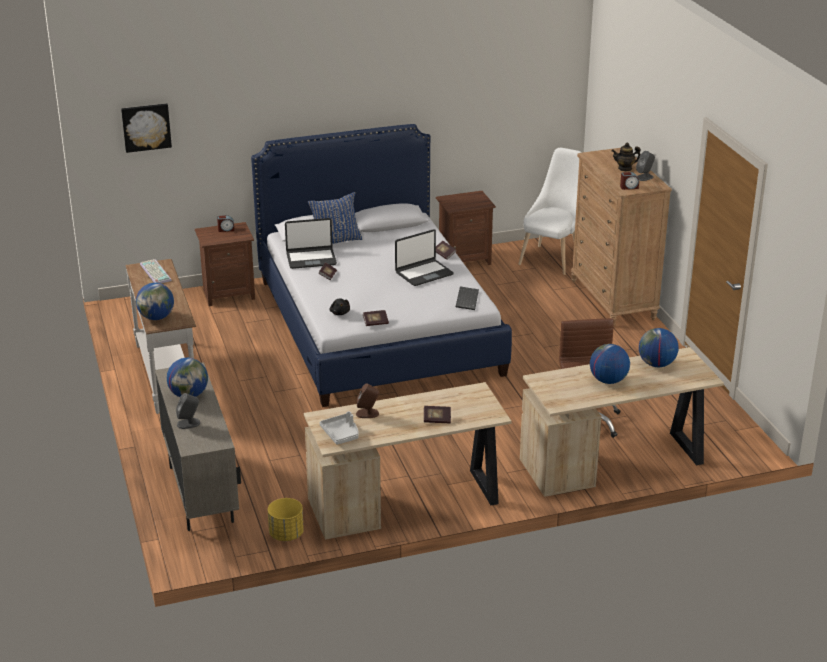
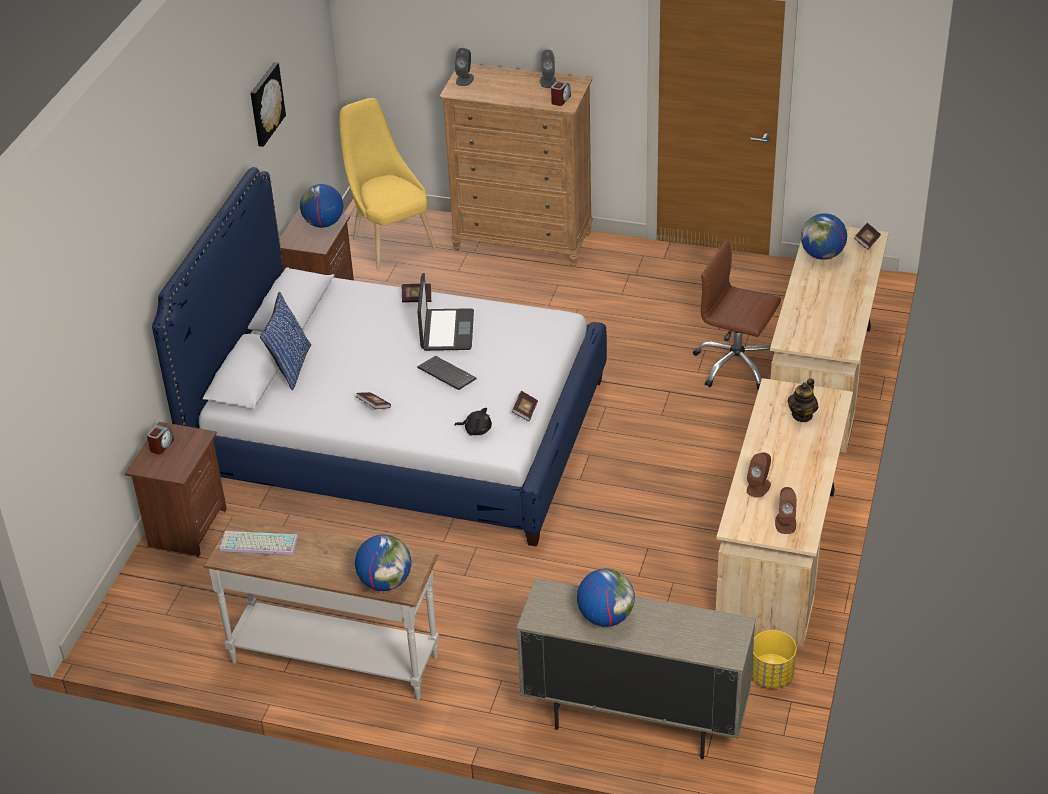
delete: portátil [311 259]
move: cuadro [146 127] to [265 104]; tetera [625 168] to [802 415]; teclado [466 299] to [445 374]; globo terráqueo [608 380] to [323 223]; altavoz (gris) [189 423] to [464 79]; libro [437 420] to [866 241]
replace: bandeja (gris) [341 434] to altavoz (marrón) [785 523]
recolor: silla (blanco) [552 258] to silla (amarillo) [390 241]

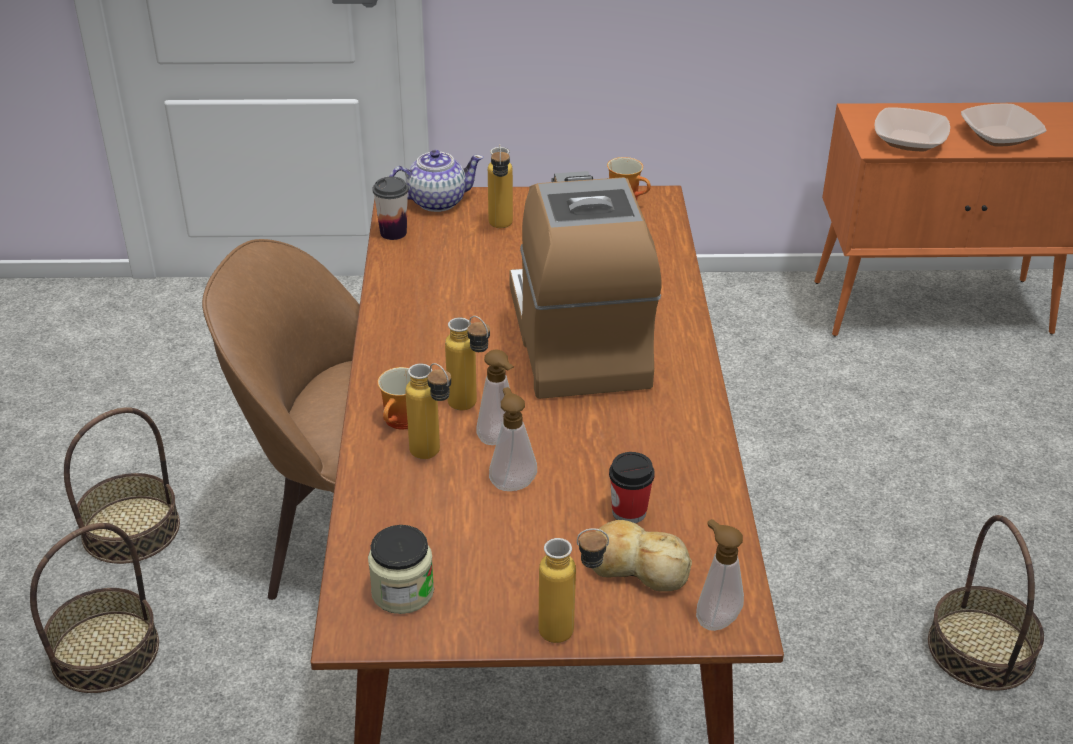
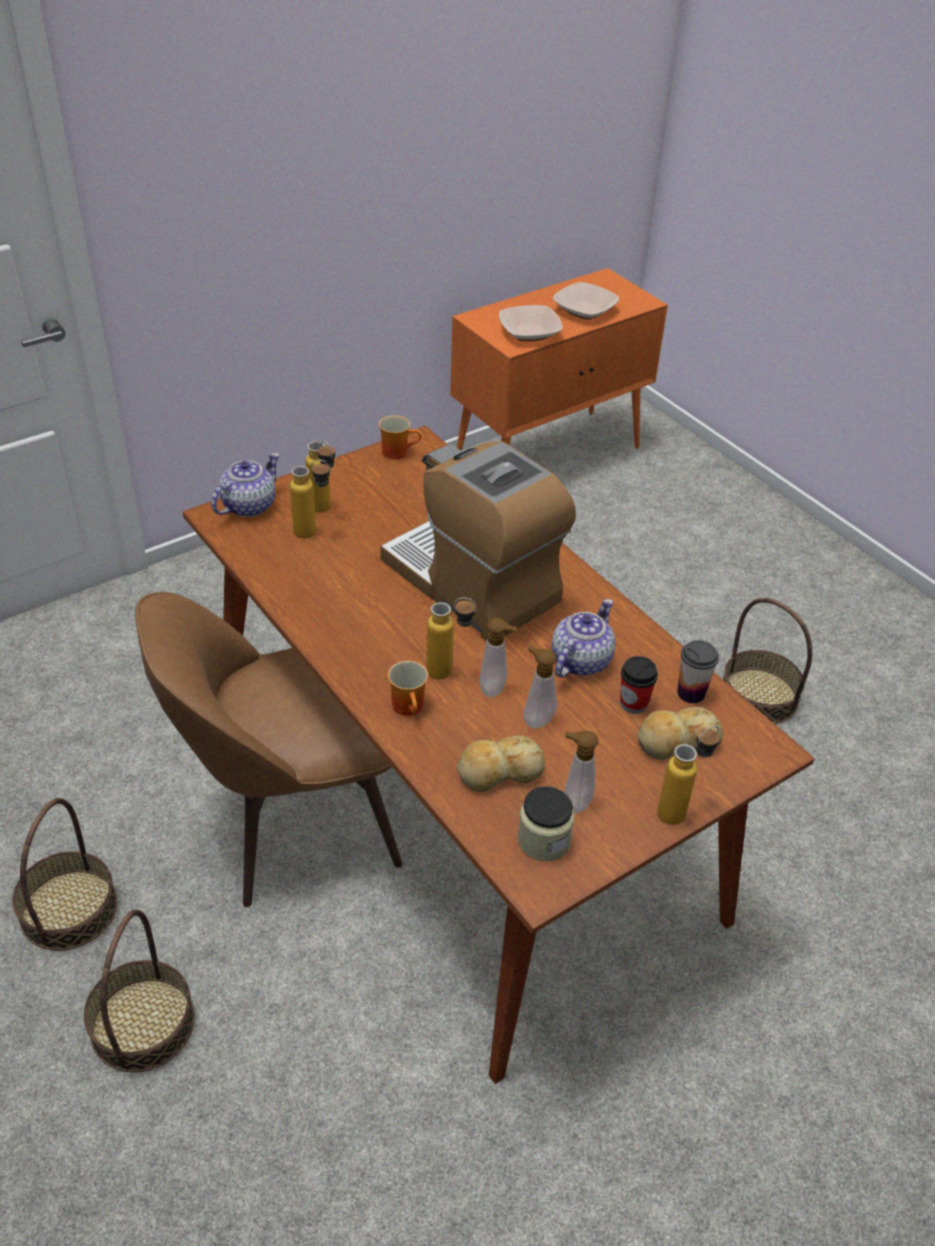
insert: tetera [579 661]; pan [499 771]
move: taza [393 232] to [691 693]; botella [433 457] to [314 534]; dispensador de jabón [715 618] to [574 801]

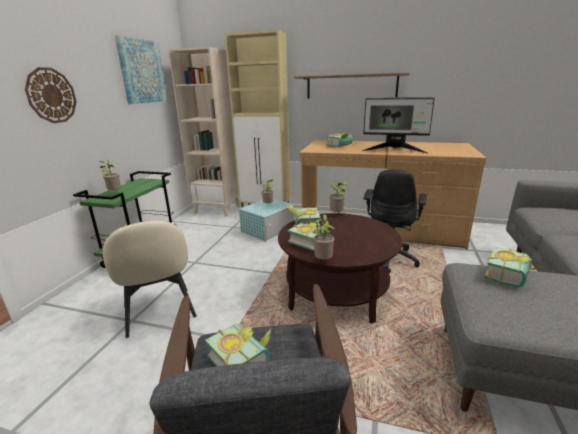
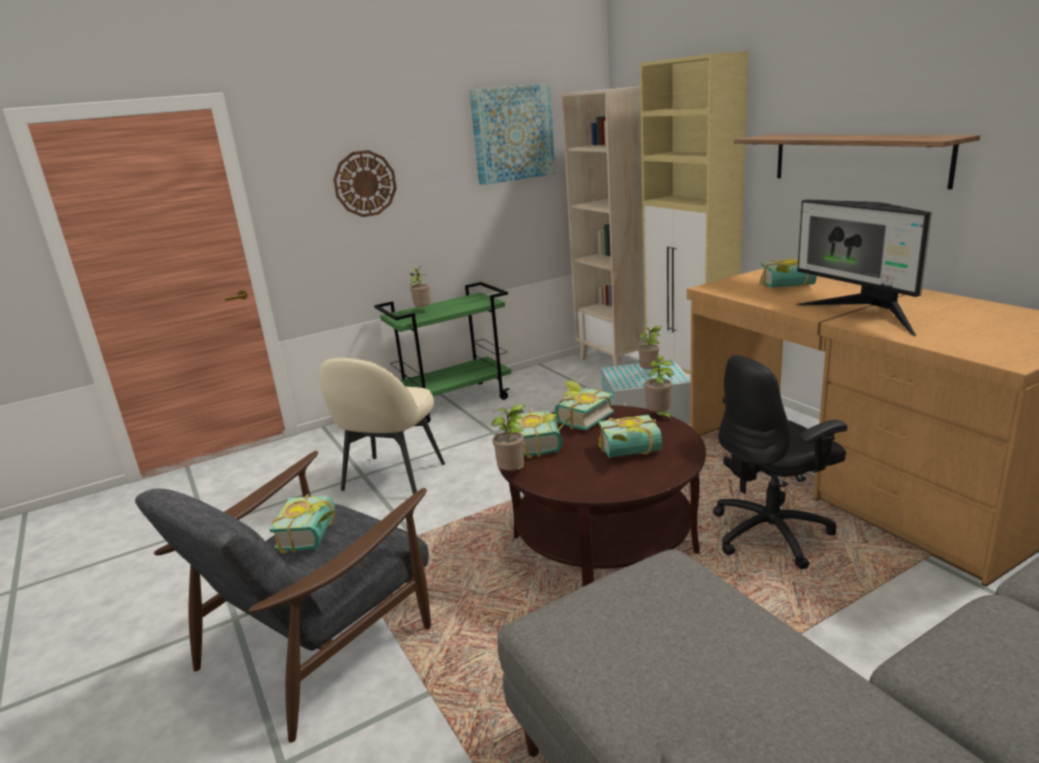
move: libro [511 278] to [631 453]

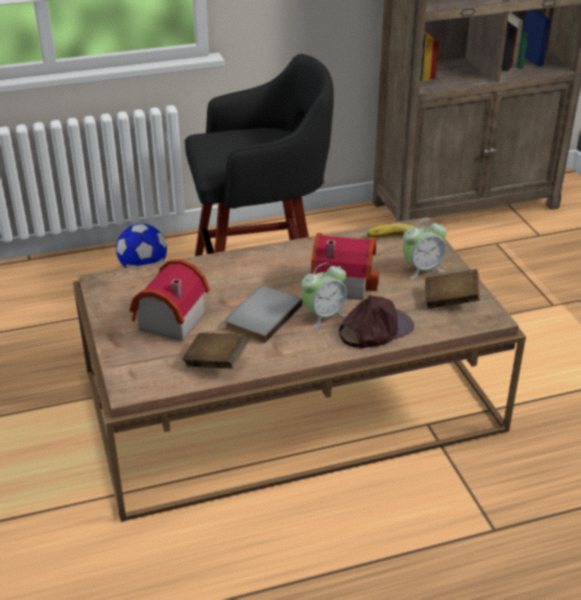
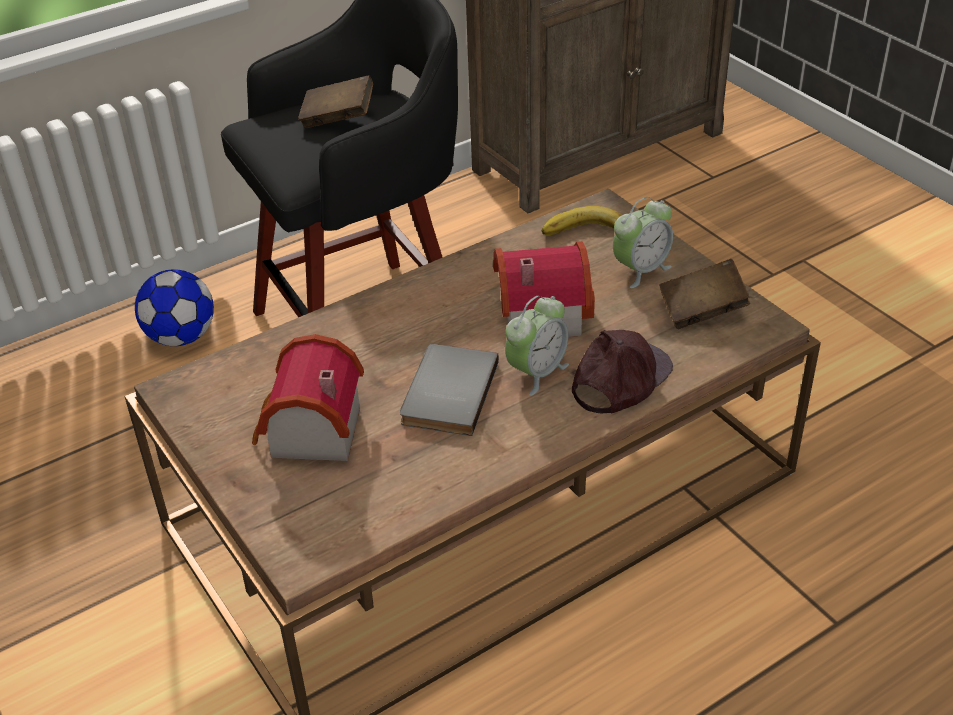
move: libro (marrón) [216 362] to [338 119]

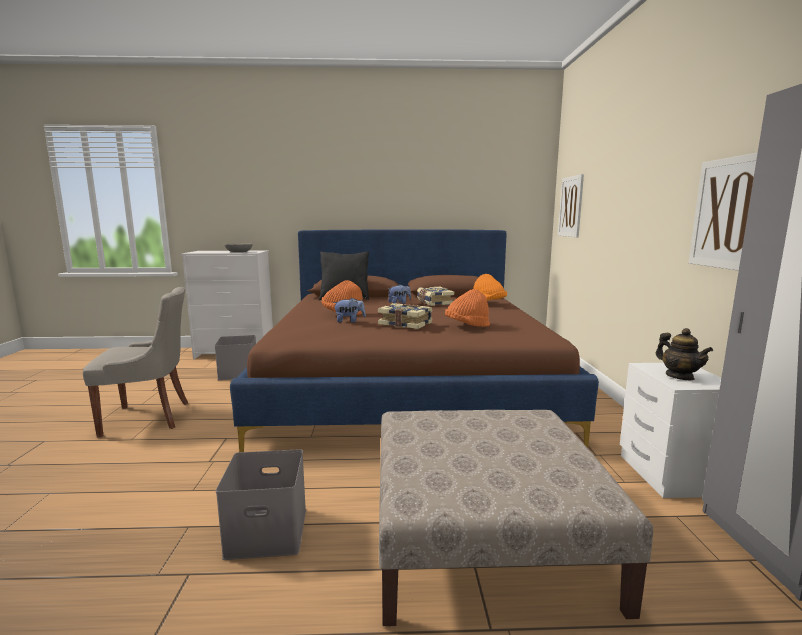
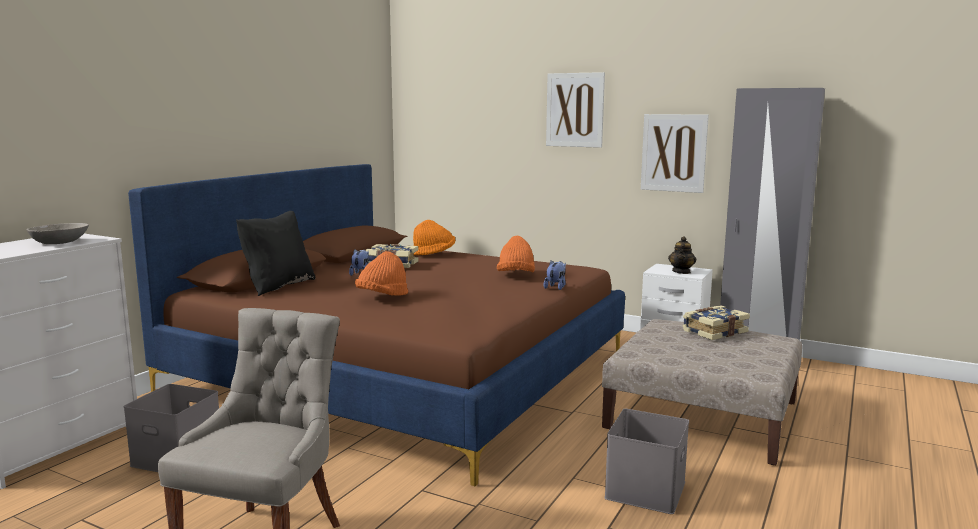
move: cuadro [570 206] to [575 110]; peluche [349 321] to [556 287]; libro [405 324] to [714 332]
rotate: tetera [679 376] = [681 272] 105 degrees clockwise

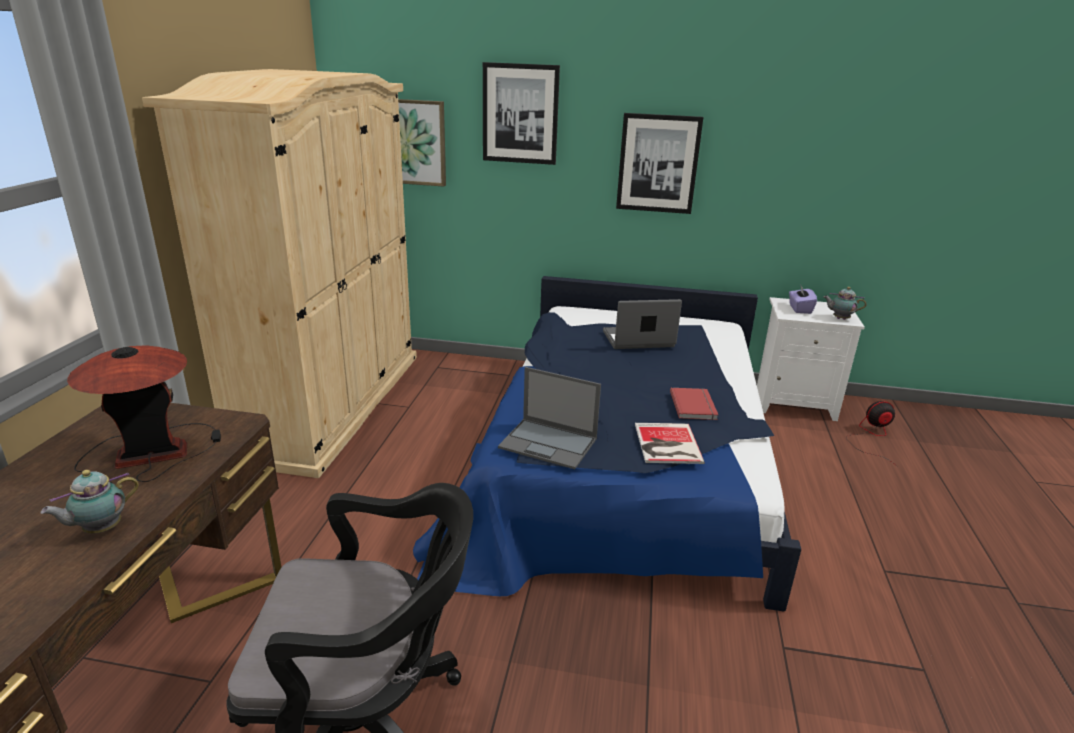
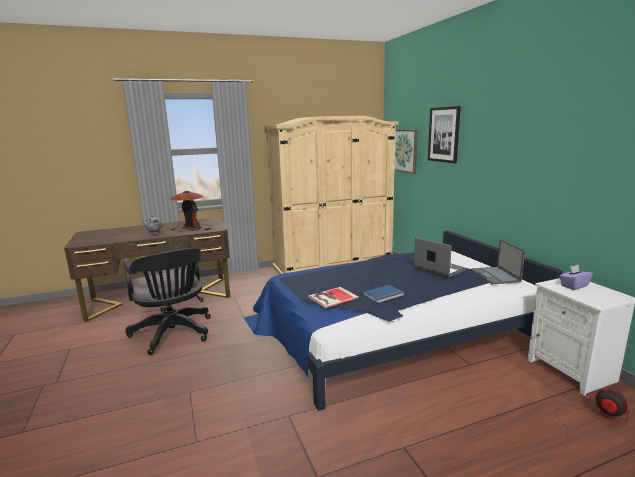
delete: cuadro [658 163]; tetera [839 318]
move: portátil [549 443] to [495 276]
recolor: libro (rojo) [694 405] to libro (azul) [384 295]

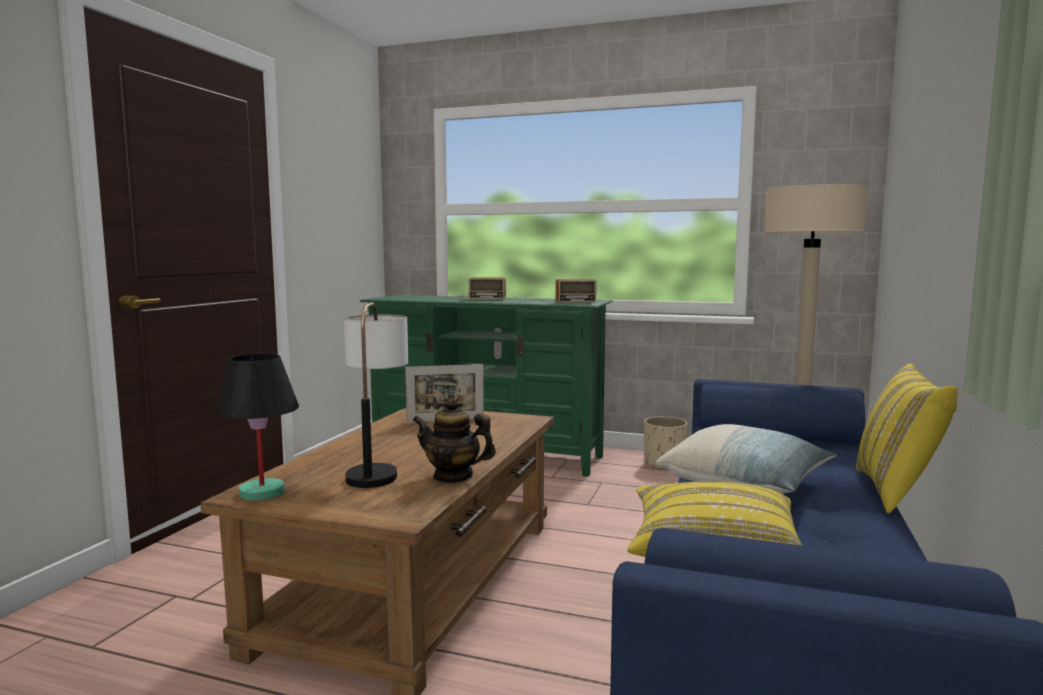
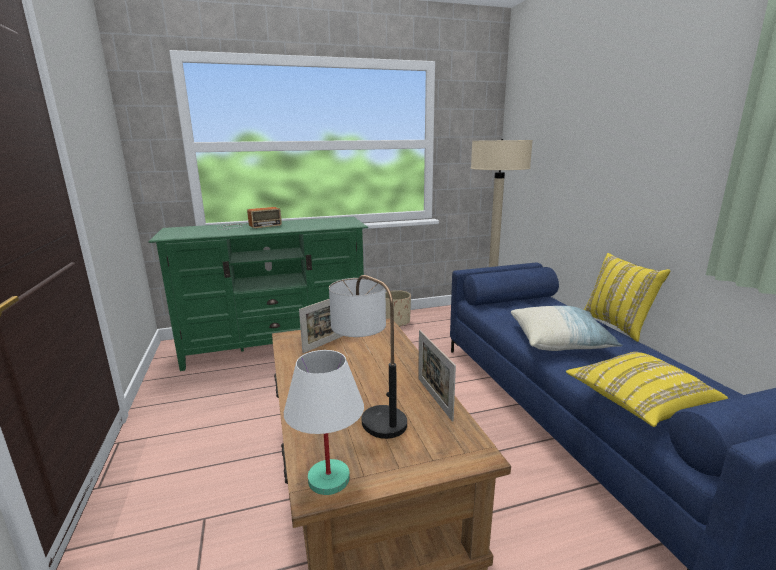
delete: radio [553 301]
replace: tetera [453 476] to portarretratos [434 398]
recolor: lámpara de mesa (negro) [262 492] to lámpara de mesa (blanco) [330 479]

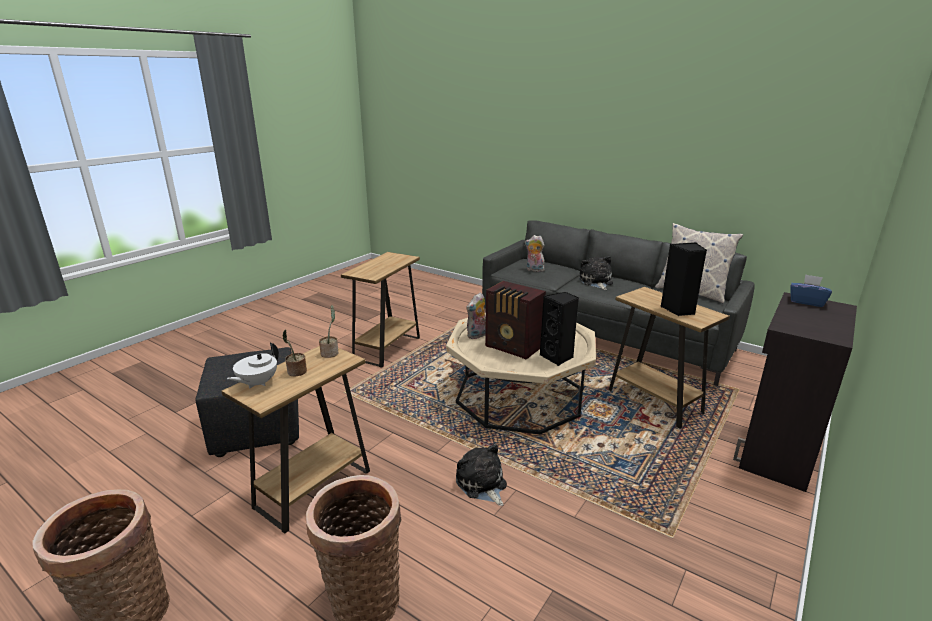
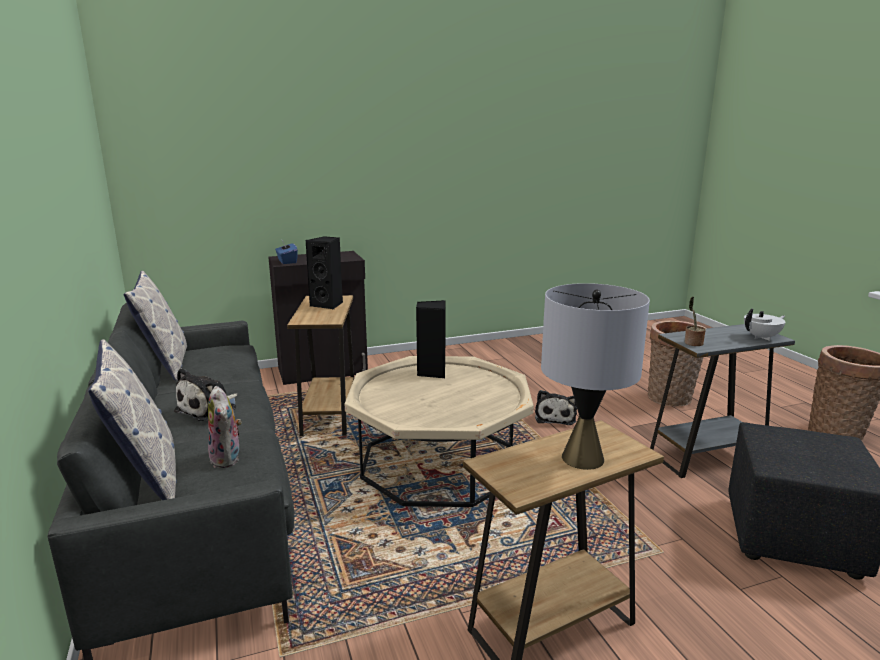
delete: radio [514 348]; peluche [477 335]; planta en maceta [296 372]
insert: lámpara de mesa (gris) [583 458]; cojín [146 478]
recolor: mesa auxiliar (marrón) [313 489] to mesa auxiliar (gris) [707 457]

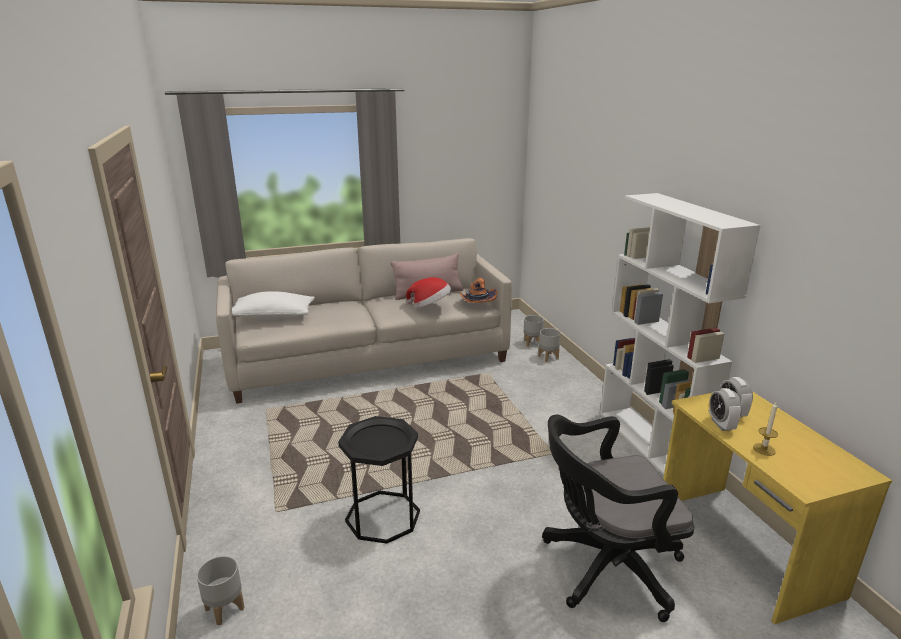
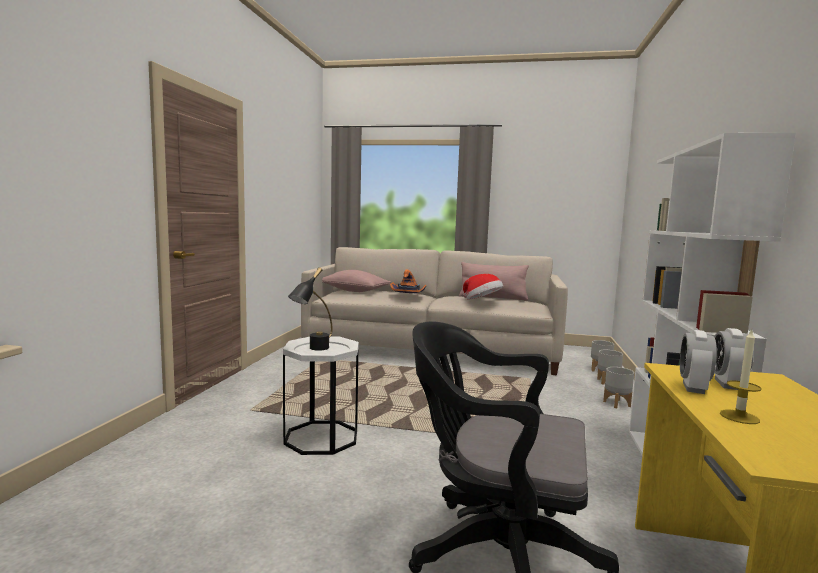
insert: lámpara de mesa (negro) [313 350]
move: sombrero (naranja) [476 302] to [408 295]; maceta (gris) [224 609] to [616 404]
recolor: cojín (blanco) [273 316] to cojín (rosa) [354 291]; mesa auxiliar (negro) [383 516] to mesa auxiliar (blanco) [321 437]

